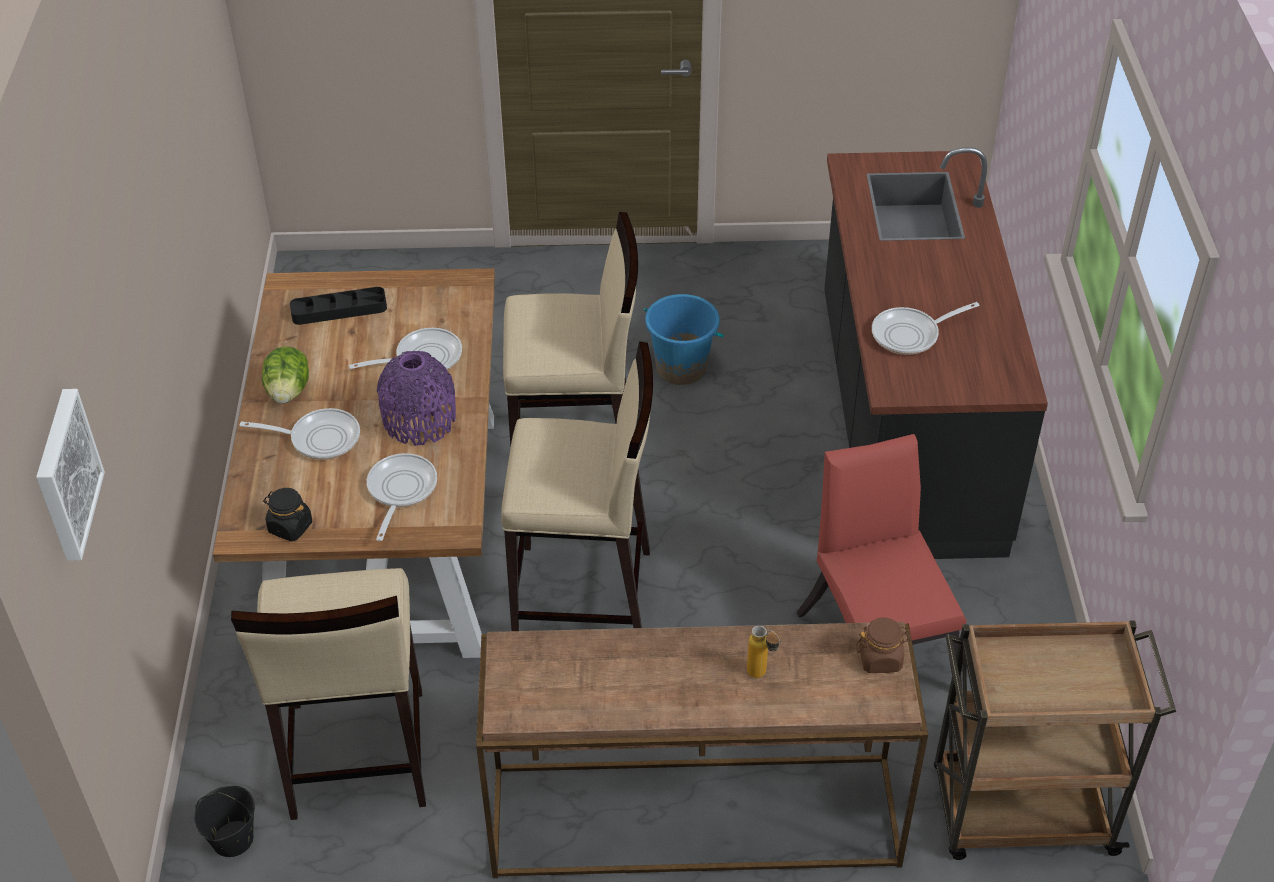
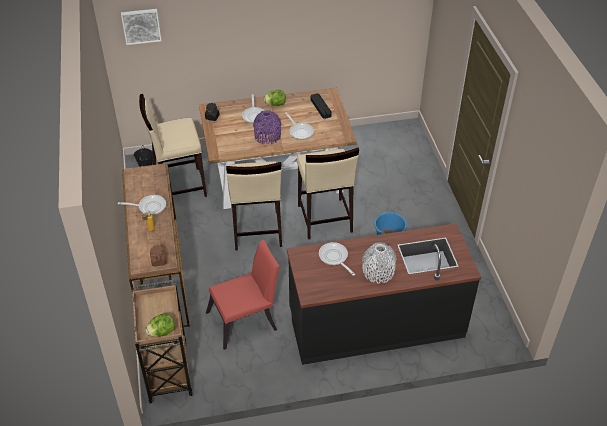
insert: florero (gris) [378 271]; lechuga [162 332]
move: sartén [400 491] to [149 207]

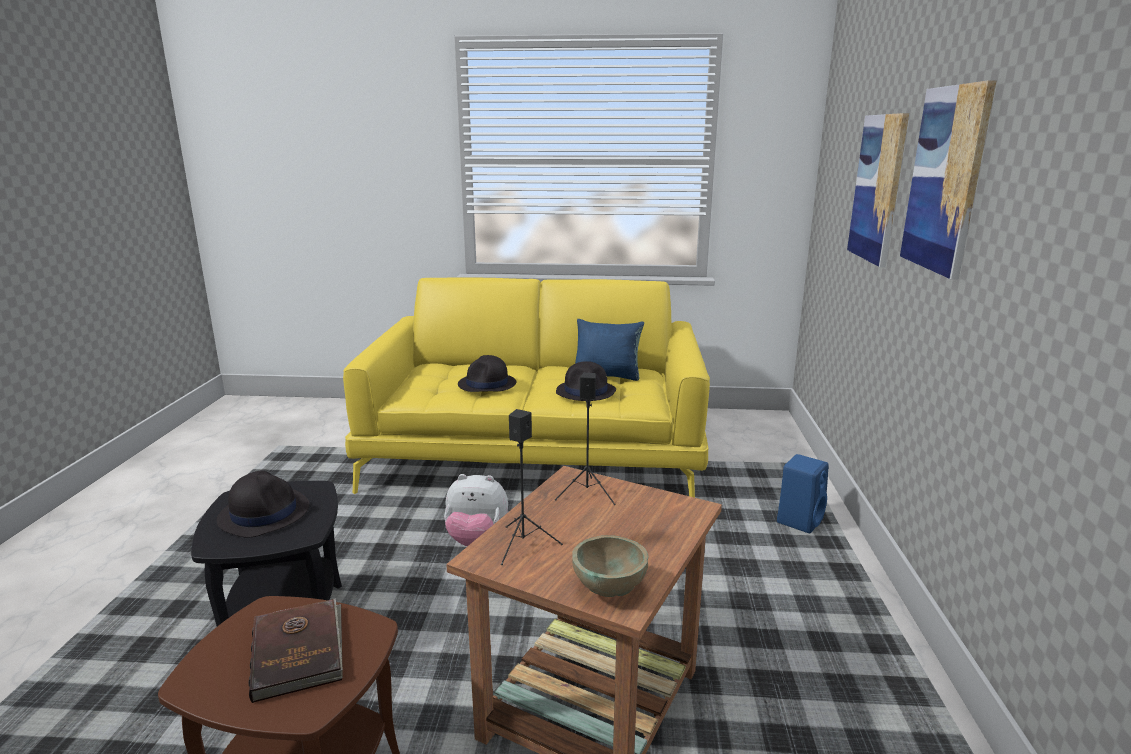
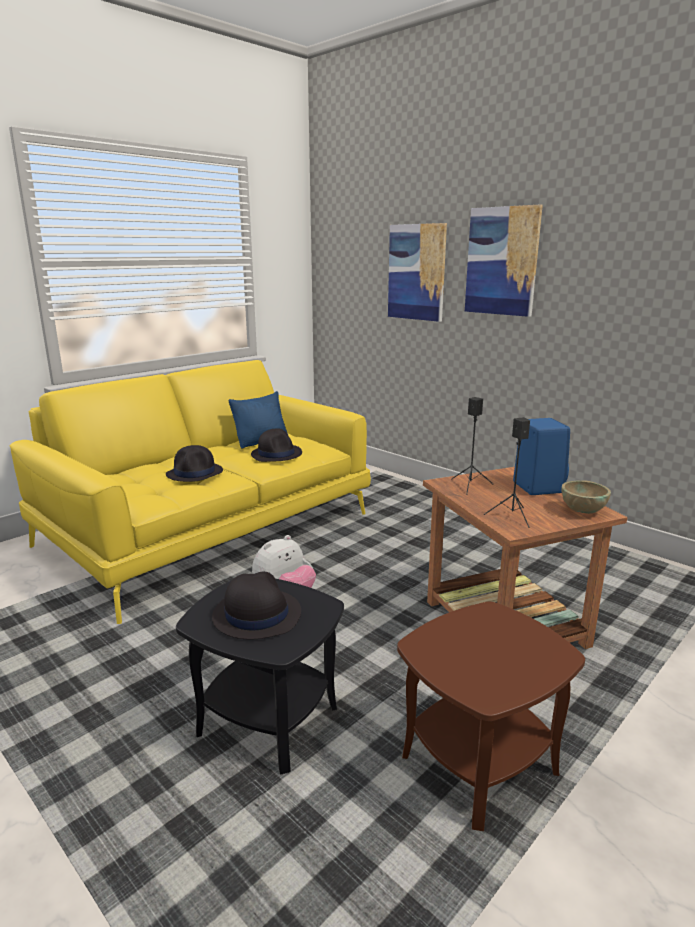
delete: libro (marrón) [299 651]
move: altavoz (azul) [800 520] to [536 487]

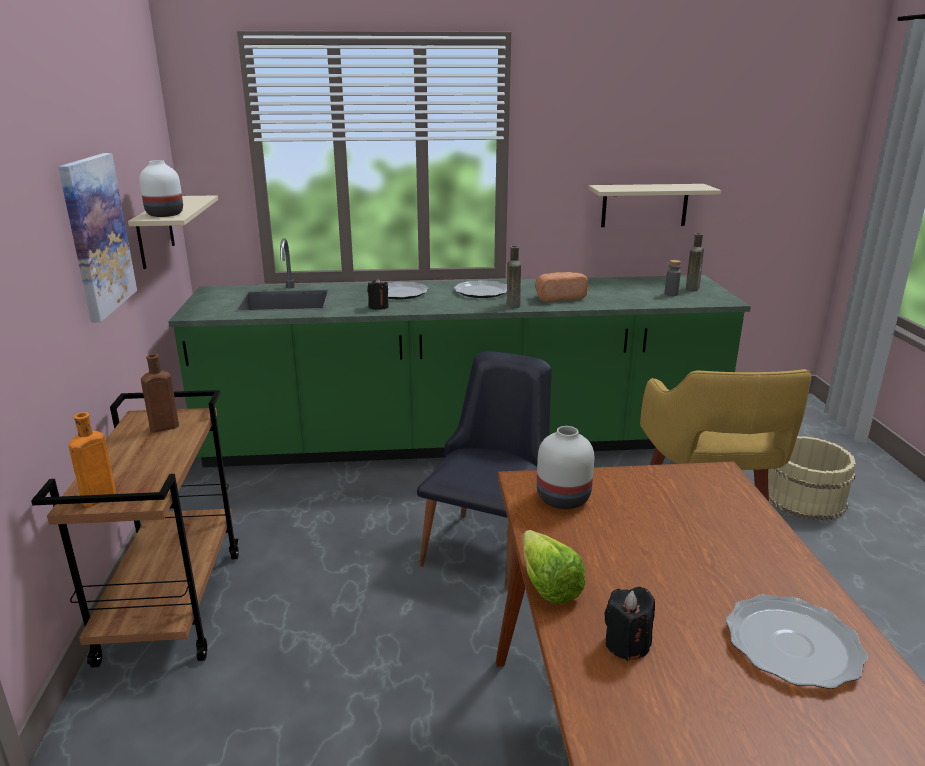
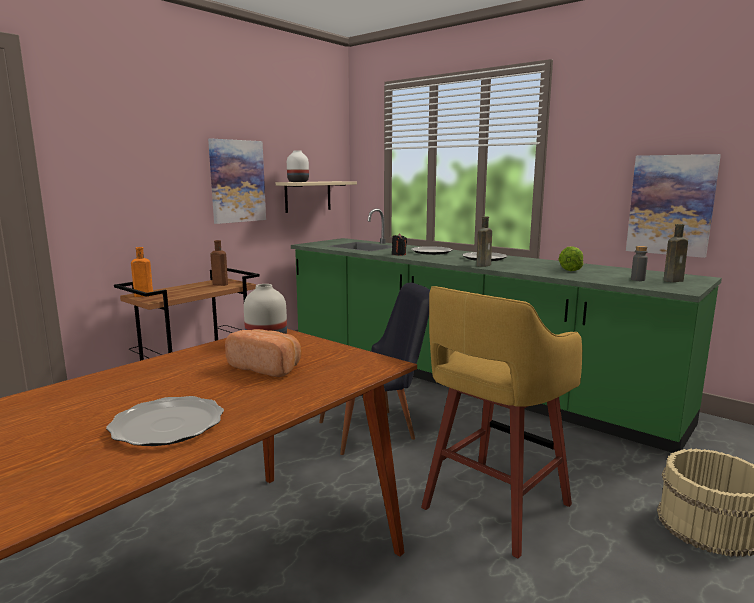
delete: vela (negro) [627 644]
move: pan [558 297] to [267 367]; lechuga [546 581] to [572 268]
replace: estante (beis) [644 205] to cuadro [671 205]

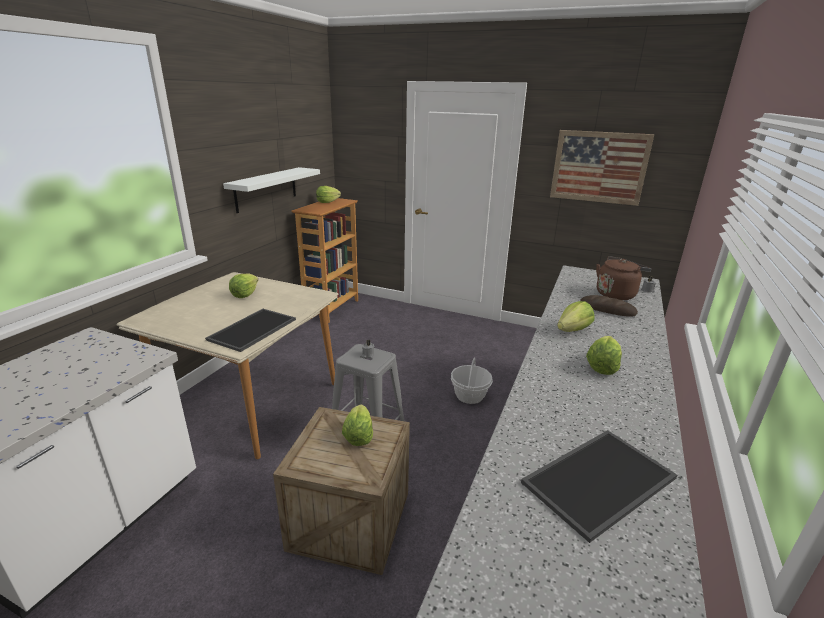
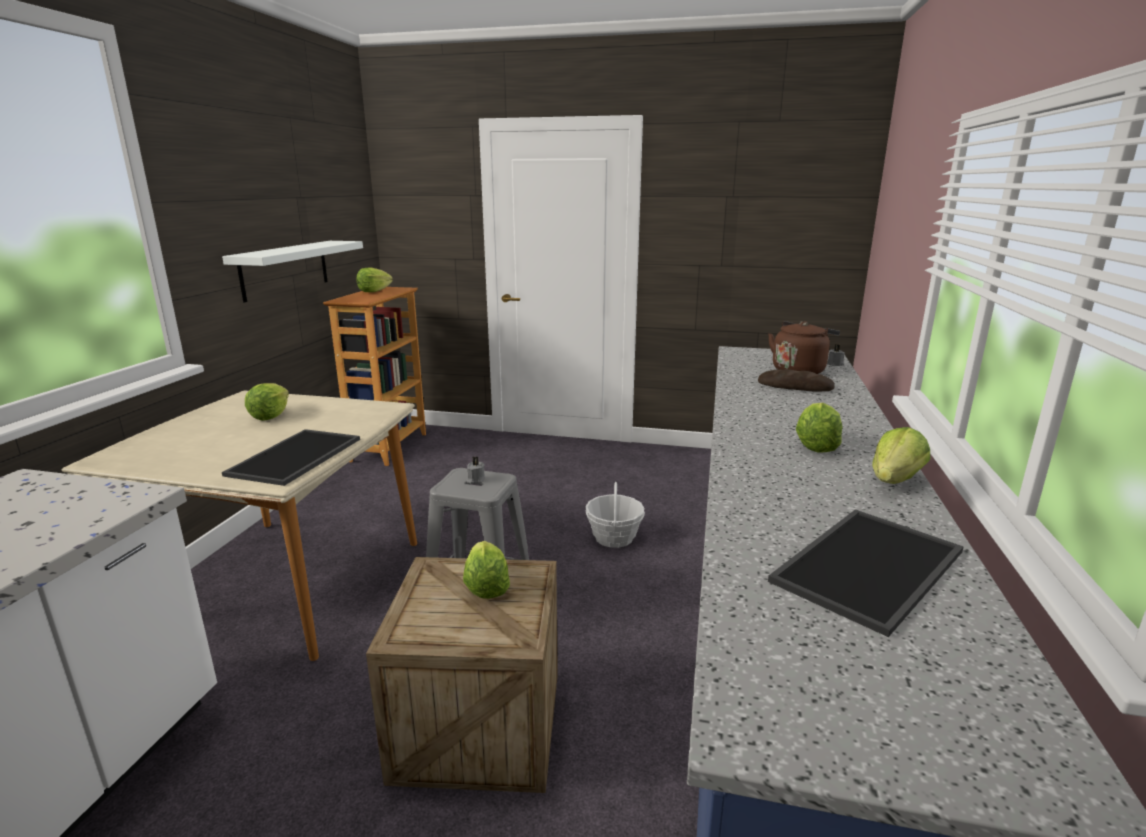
delete: cuadro [599 167]
move: lechuga [573 330] to [894 480]

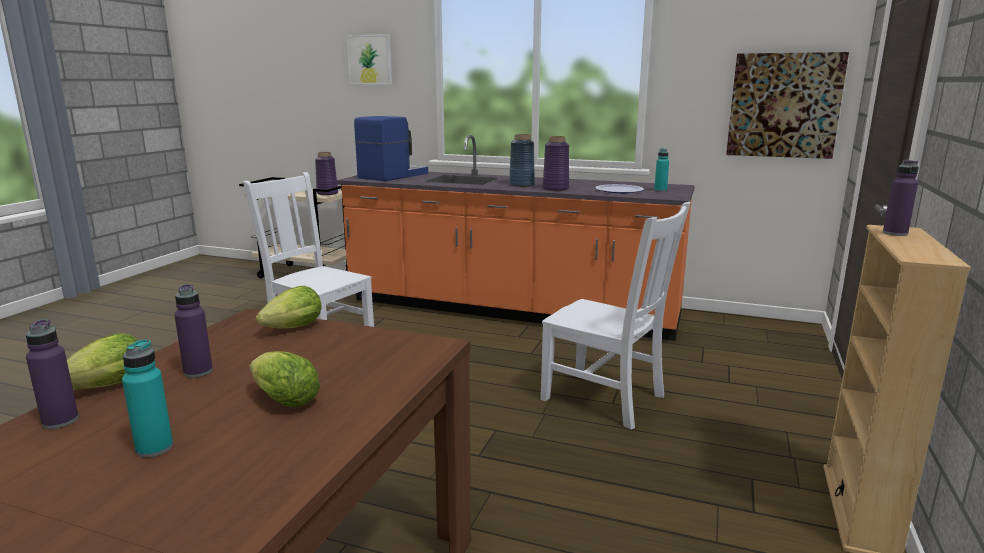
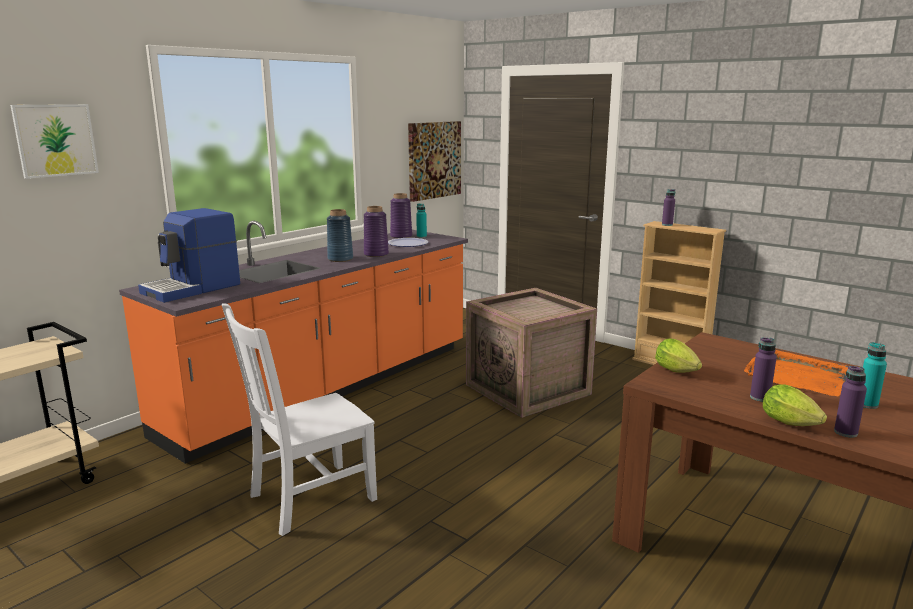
move: florero (morado) [327 193] to [401 236]
replace: silla (blanco) [606 399] to caja de embalaje [529 389]; lechuga [282 400] to bandeja (naranja) [797 376]
rotate: cafetera [392 175] = [193 289] 105 degrees counterclockwise

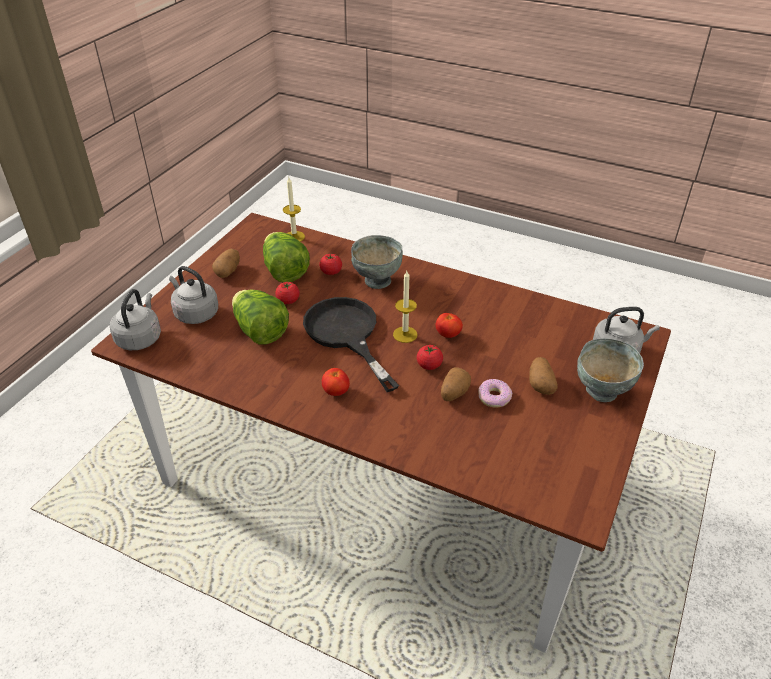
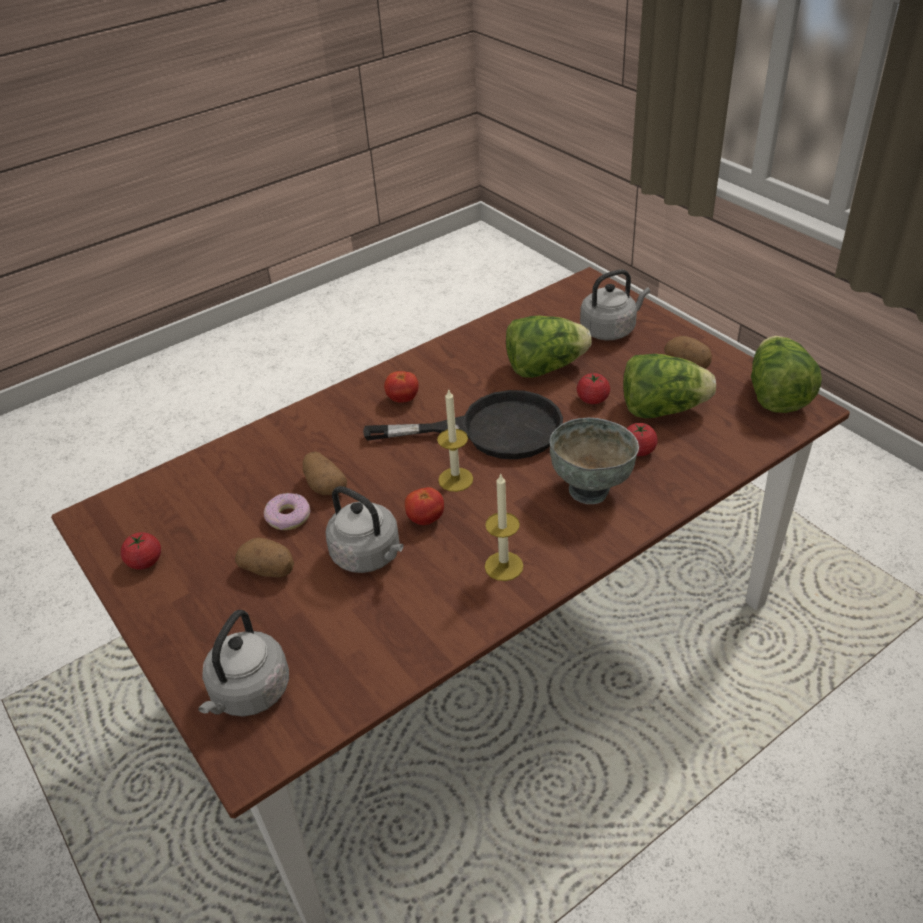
delete: cuenco (gris) [602 392]
insert: lechuga [776 395]
move: vela [294 237] to [504 566]; hervidor (gris) [140 338] to [369 556]; tomate [429 365] to [145 561]

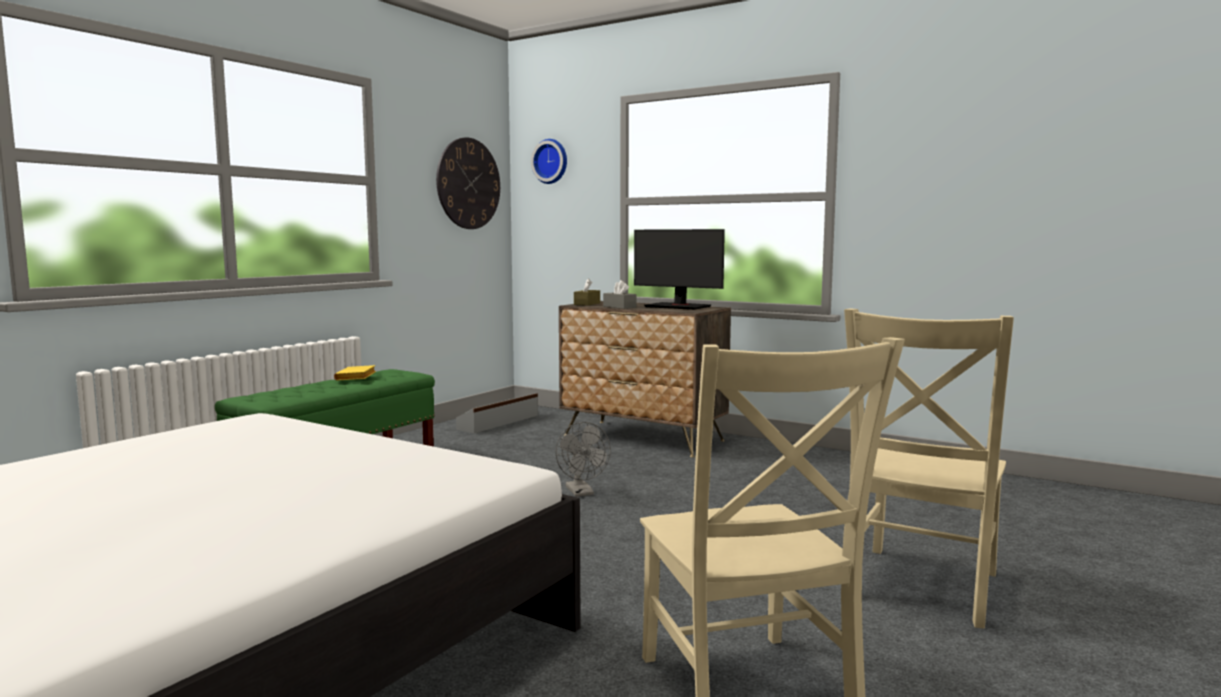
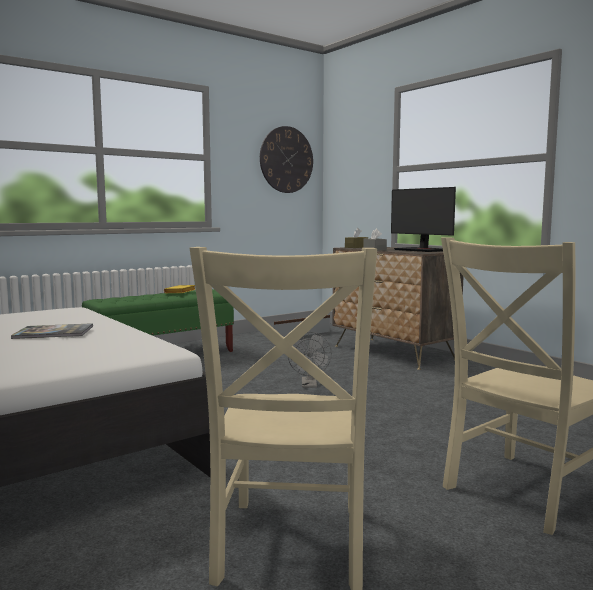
delete: reloj de pared [551 161]
insert: libro [54 332]

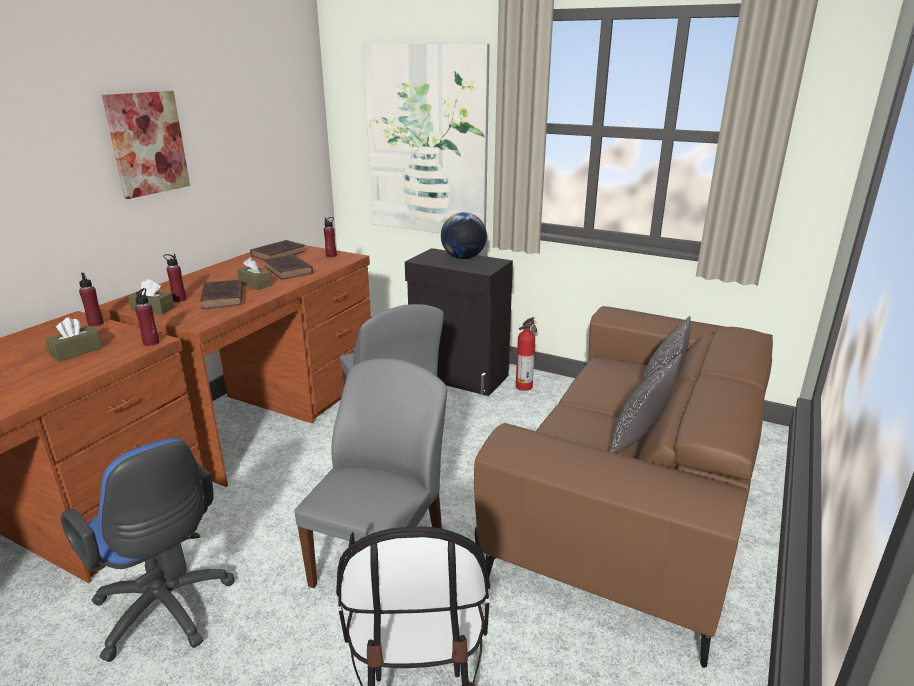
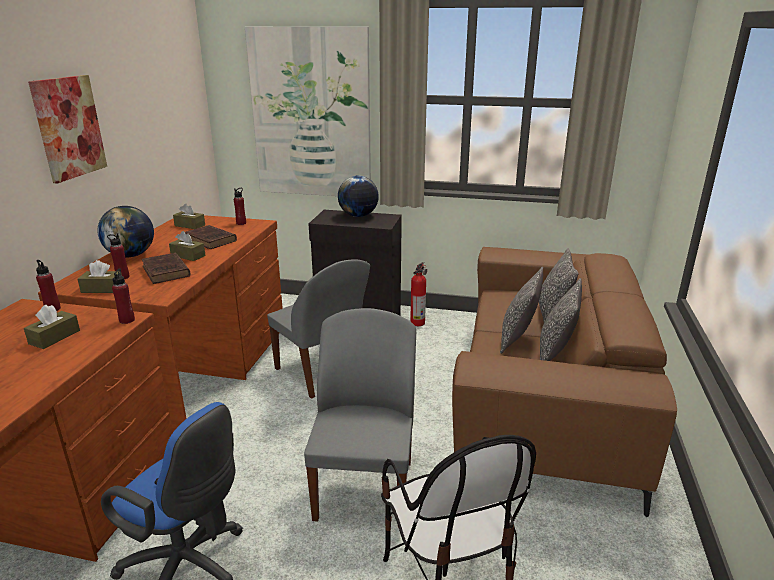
insert: globo terráqueo [131 255]; cojín [518 338]
replace: libro (marrón) [279 253] to caja de pañuelos (marrón) [190 225]

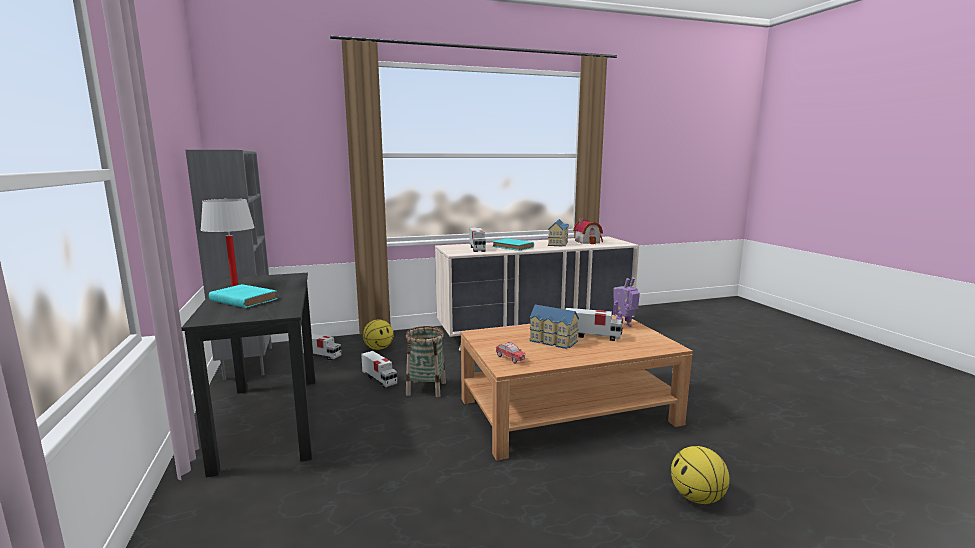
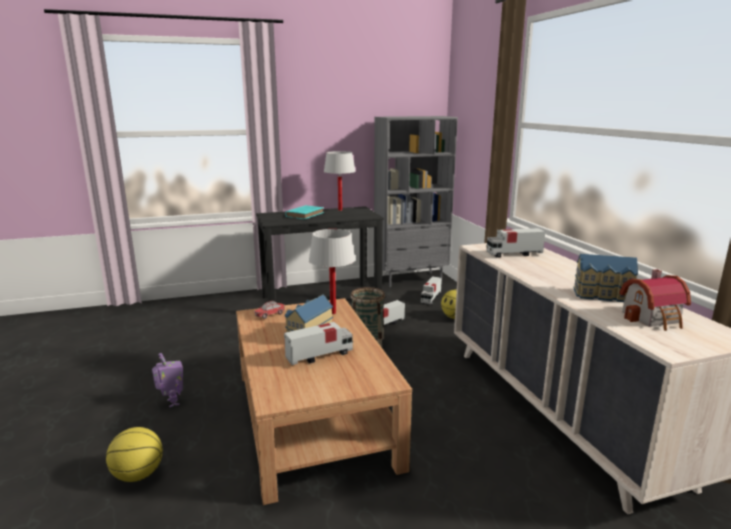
delete: libro (turquesa) [513 247]
insert: lámpara de mesa (blanco) [333 313]
move: robot de juguete [624 326] to [172 402]
rotate: camión de juguete [592 336] = [320 356] 135 degrees counterclockwise

